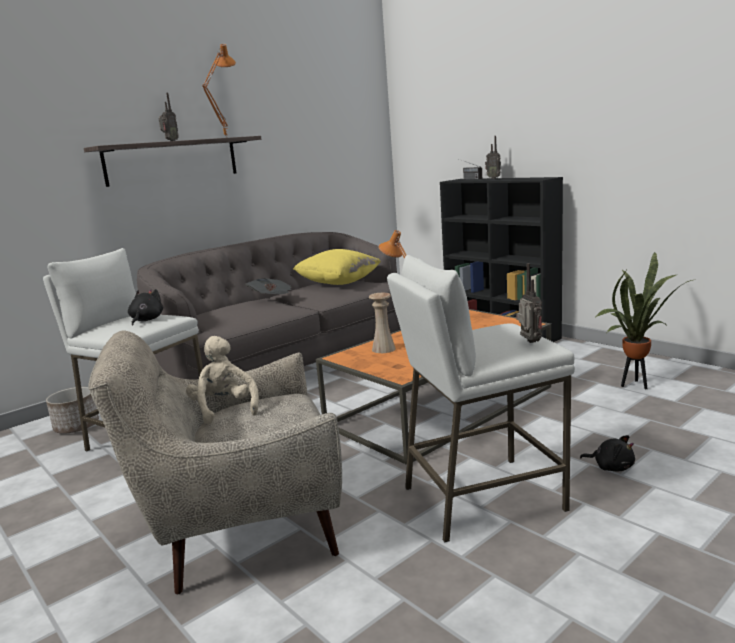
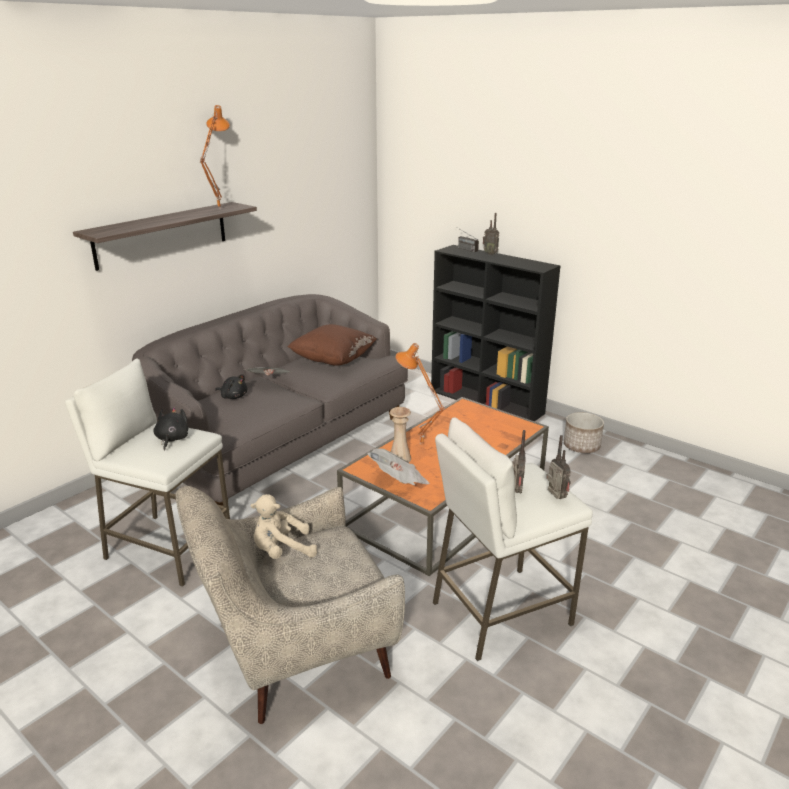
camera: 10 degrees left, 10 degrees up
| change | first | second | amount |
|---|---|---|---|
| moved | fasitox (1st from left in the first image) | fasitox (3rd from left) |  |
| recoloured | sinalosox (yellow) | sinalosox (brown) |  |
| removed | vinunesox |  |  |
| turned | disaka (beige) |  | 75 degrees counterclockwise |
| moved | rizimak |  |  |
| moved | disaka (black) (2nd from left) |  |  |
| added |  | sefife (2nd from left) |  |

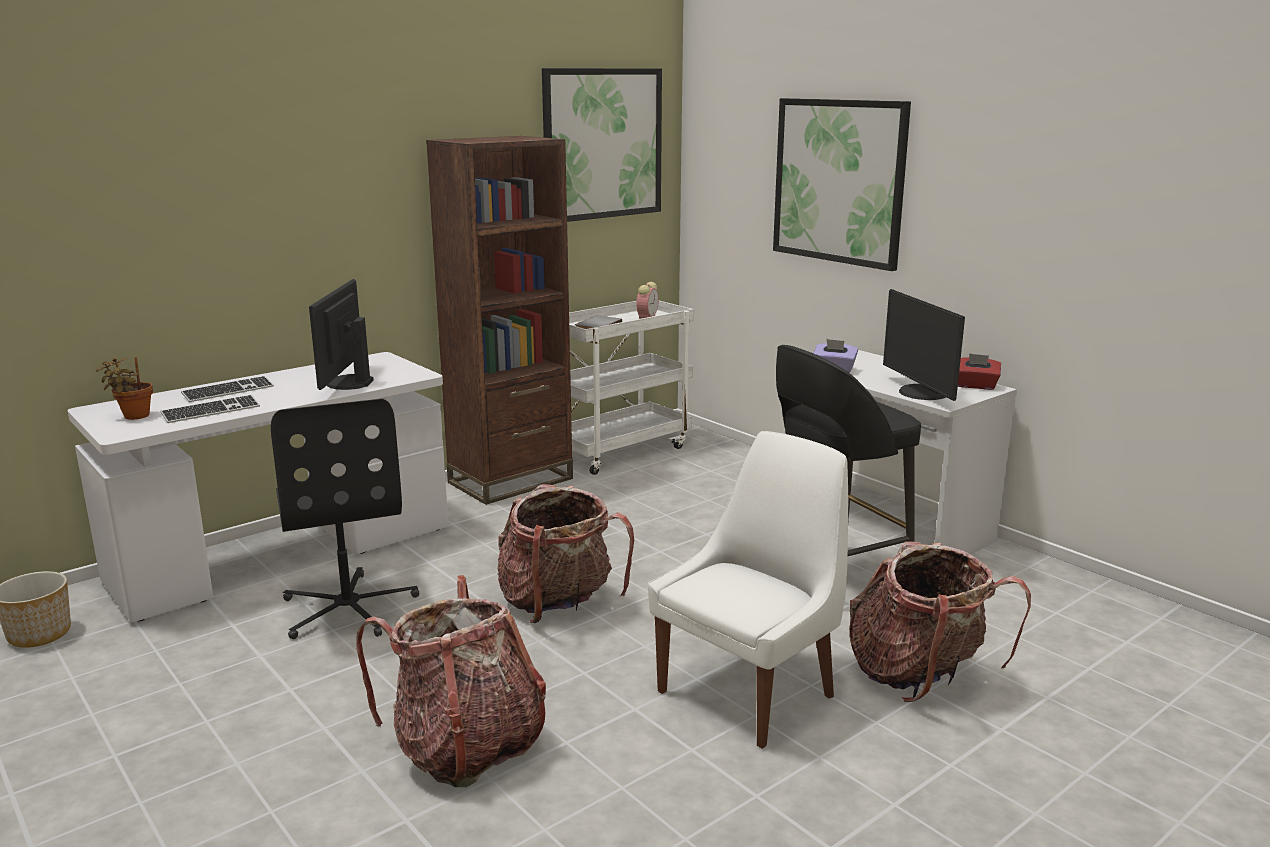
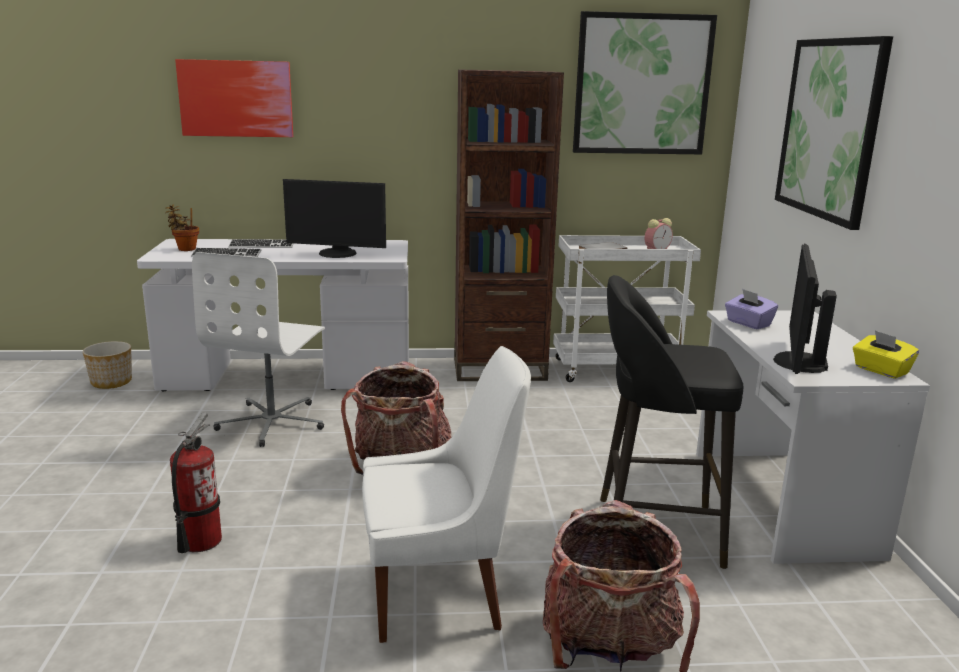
camera: 35 degrees right, 0 degrees up
| change | first | second | amount |
|---|---|---|---|
| turned | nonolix (1st from left) |  | 120 degrees counterclockwise |
| recoloured | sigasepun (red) | sigasepun (yellow) |  |
| recoloured | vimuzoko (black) | vimuzoko (white) |  |
| replaced | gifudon (1st from left) | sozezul |  |
| added |  | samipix (1st from left) |  |

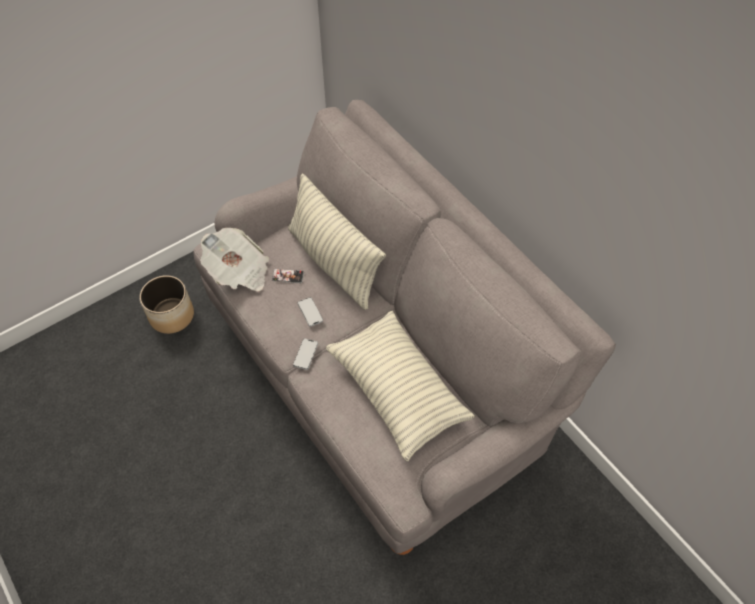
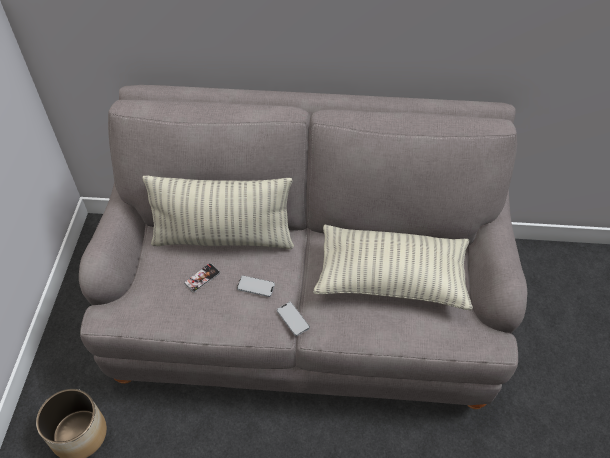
camera: 50 degrees left, 5 degrees down
| change | first | second | amount |
|---|---|---|---|
| removed | sefife |  |  |

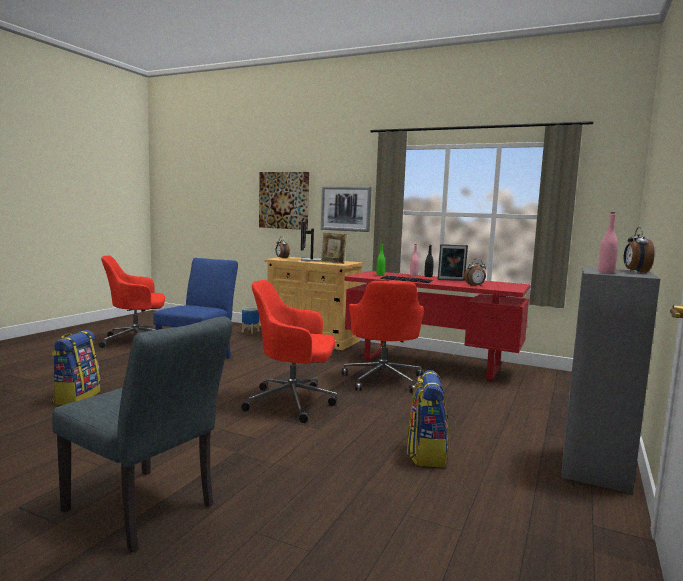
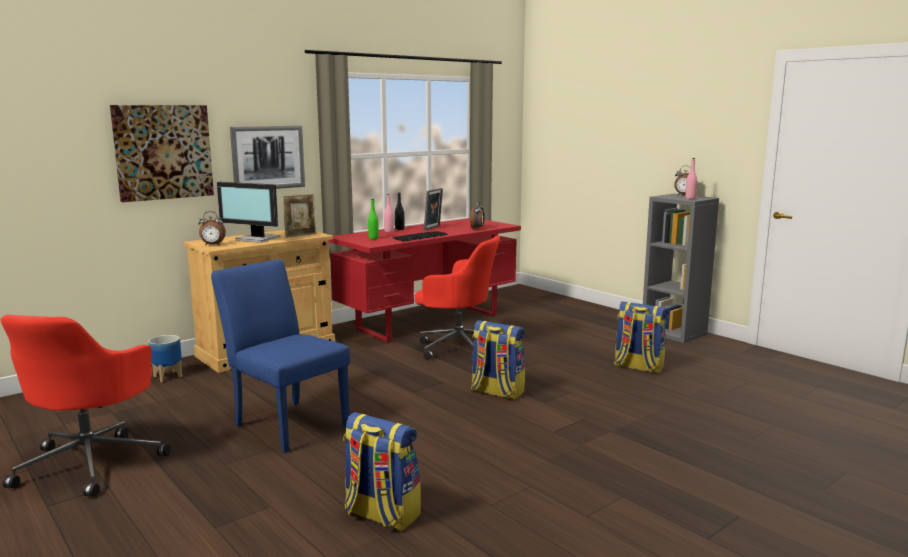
camera: 65 degrees left, 5 degrees up
| change | first | second | amount |
|---|---|---|---|
| replaced | vimuzoko (red) (2nd from left) | gifudon (2nd from left) |  |
| removed | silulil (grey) |  |  |

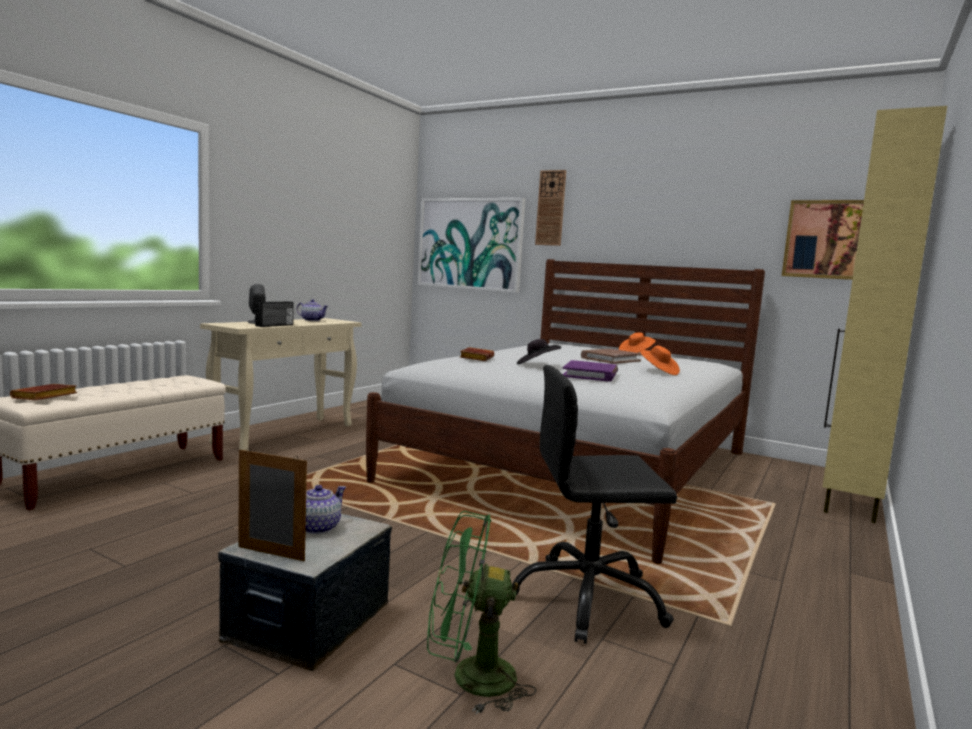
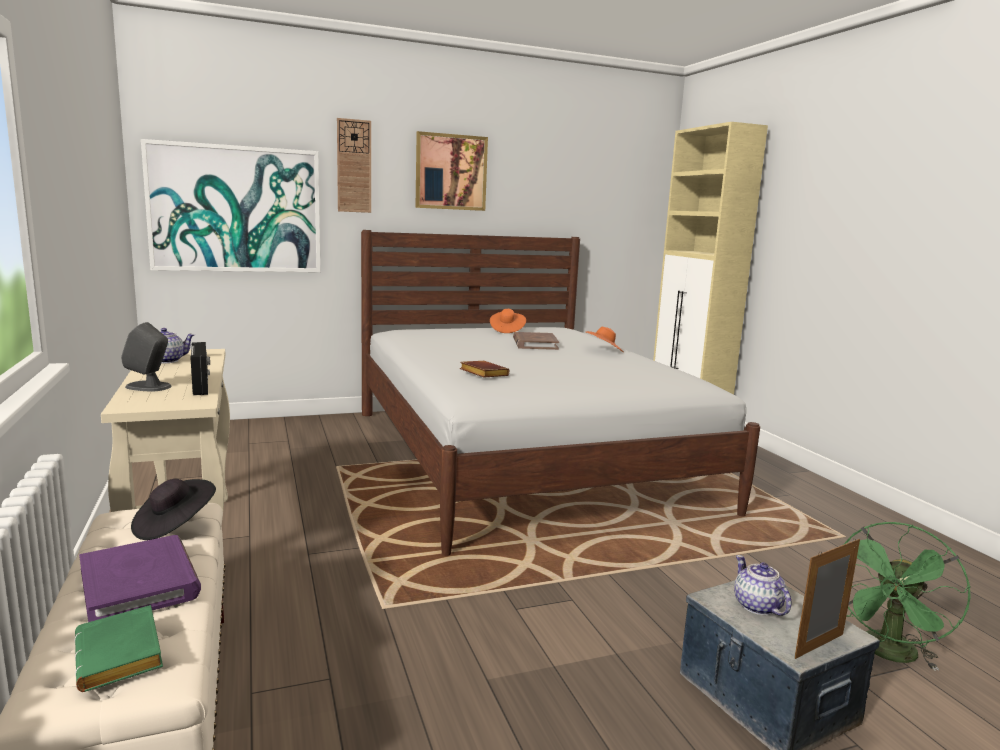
camera: 50 degrees left, 5 degrees up
| change | first | second | amount |
|---|---|---|---|
| moved | samipix (2nd from left) |  |  |
| moved | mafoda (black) |  |  |
| moved | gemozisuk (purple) |  |  |
| removed | vimuzoko (black) |  |  |
| recoloured | gemozisuk (brown) (1st from left) | gemozisuk (green) |  |

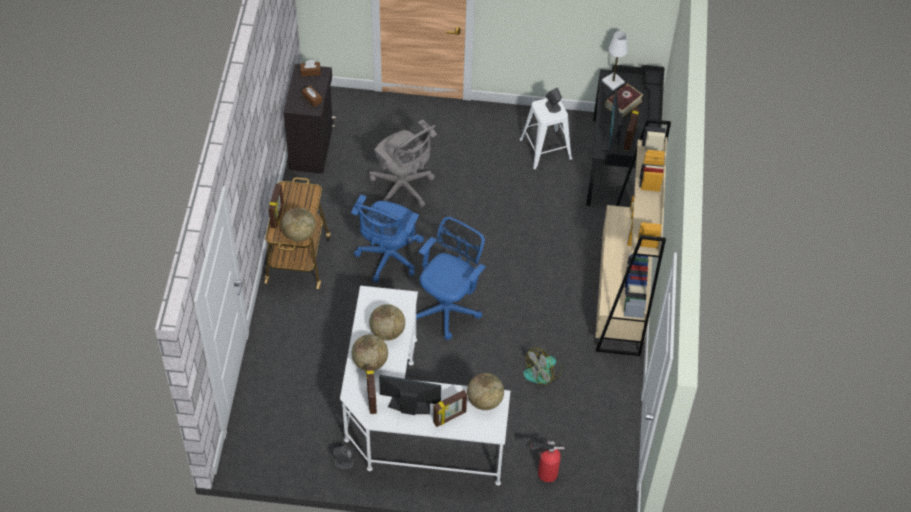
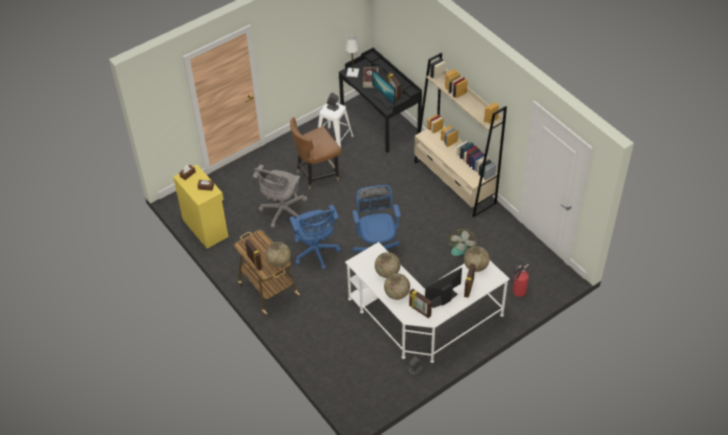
camera: 40 degrees left, 5 degrees down
| change | first | second | amount |
|---|---|---|---|
| recoloured | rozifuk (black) | rozifuk (yellow) |  |
| turned | vimuzoko (grey) |  | 105 degrees clockwise |
| added |  | silulil (brown) |  |

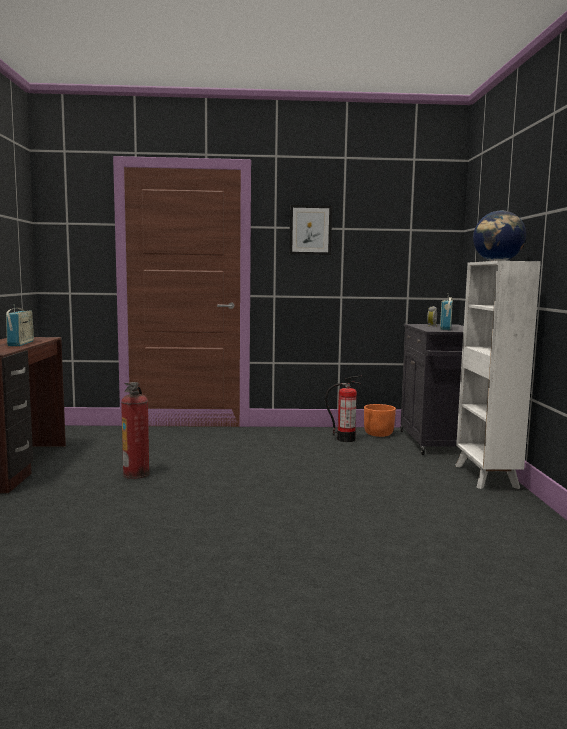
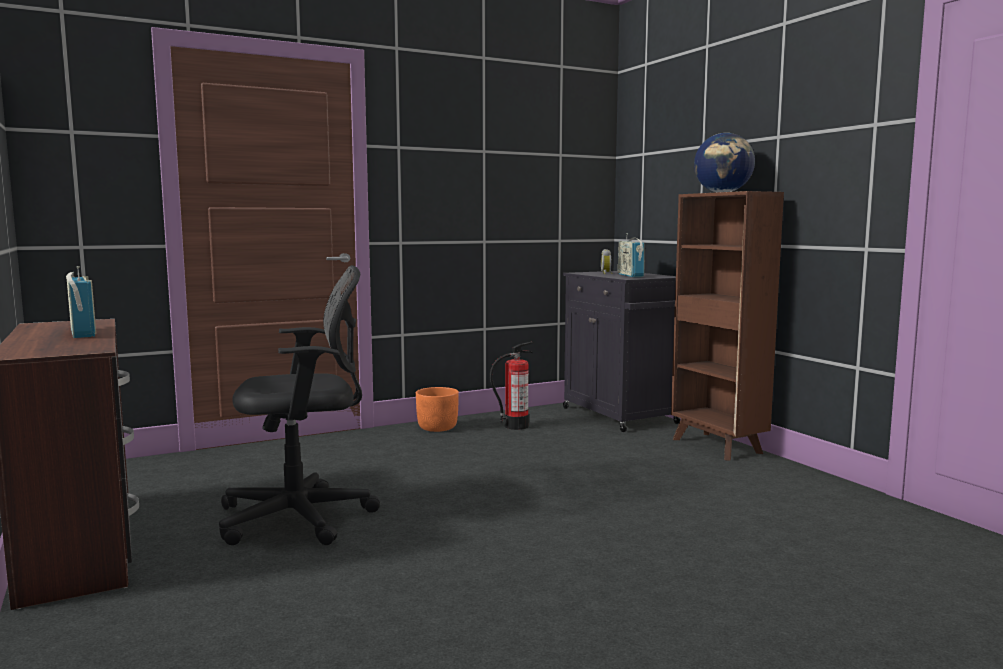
camera: 25 degrees left, 0 degrees up
| change | first | second | amount |
|---|---|---|---|
| removed | samipix |  |  |
| recoloured | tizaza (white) | tizaza (brown) |  |
| replaced | sozezul (1st from left) | vimuzoko (black) |  |
| moved | rizimak (orange) |  |  |

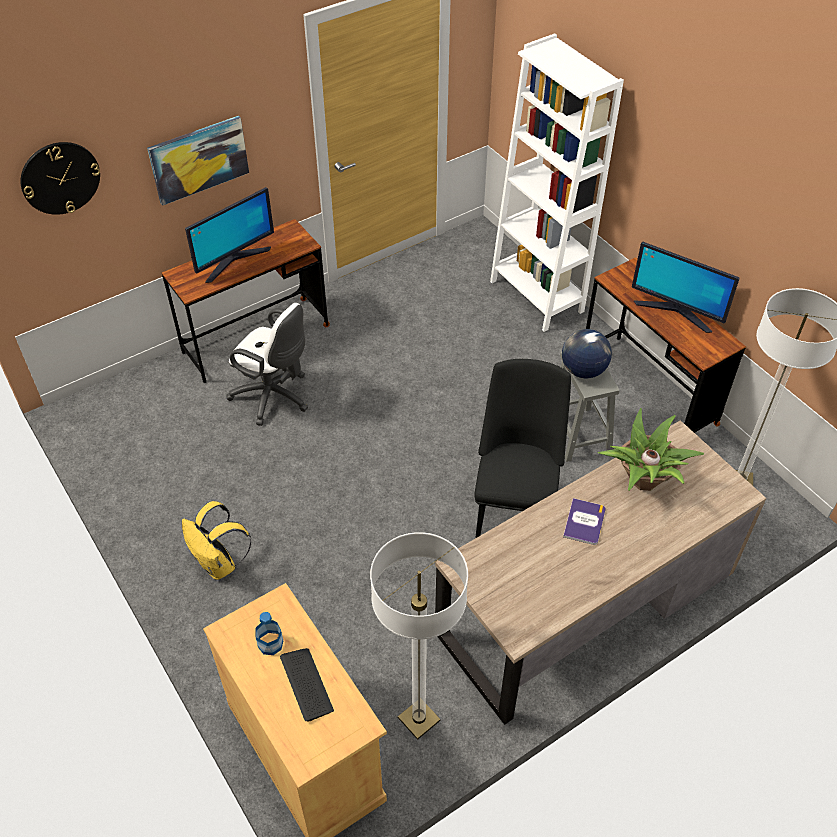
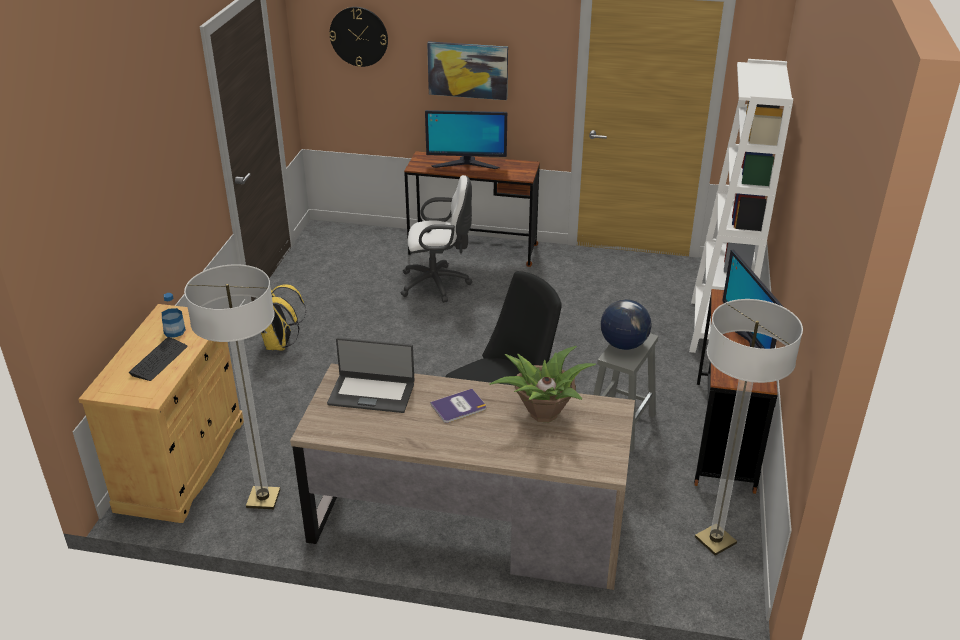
camera: 45 degrees right, 15 degrees down
| change | first | second | amount |
|---|---|---|---|
| turned | vimuzoko (white) |  | 75 degrees counterclockwise |
| added |  | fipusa |  |

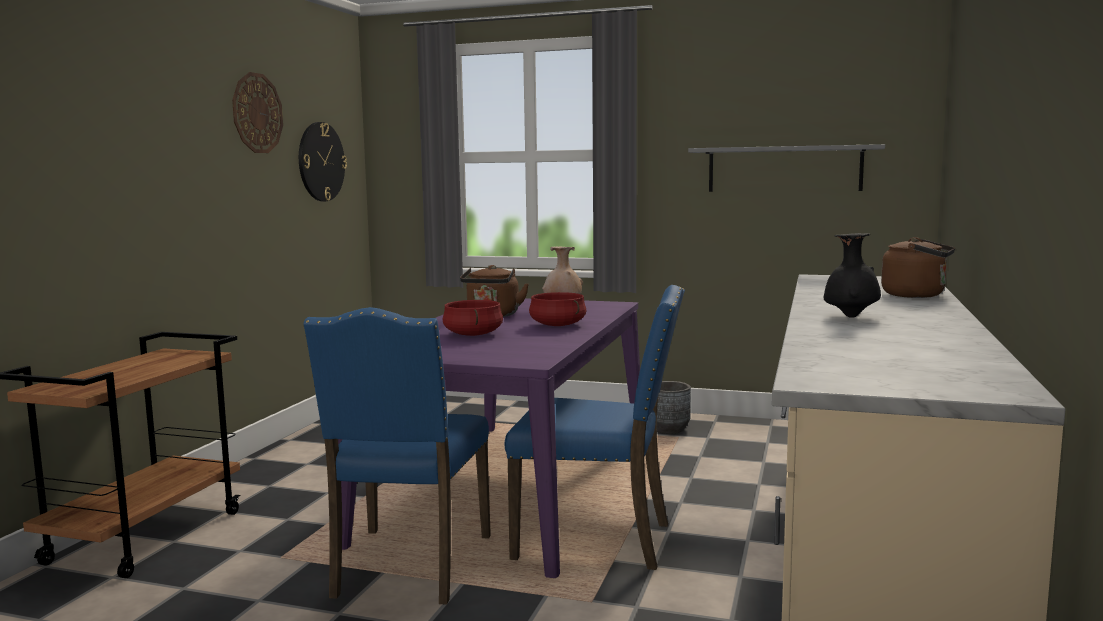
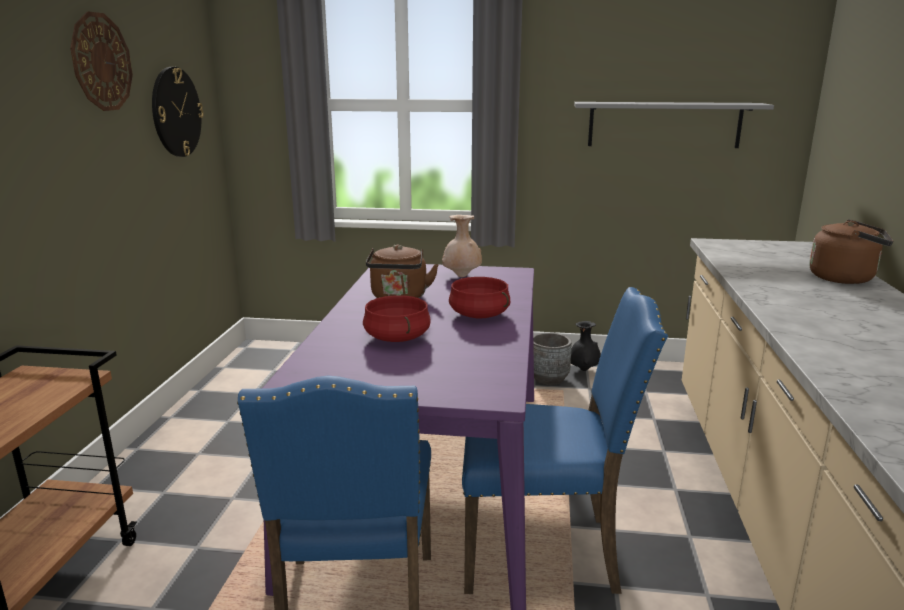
camera: 10 degrees left, 10 degrees up
| change | first | second | amount |
|---|---|---|---|
| moved | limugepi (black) |  |  |

